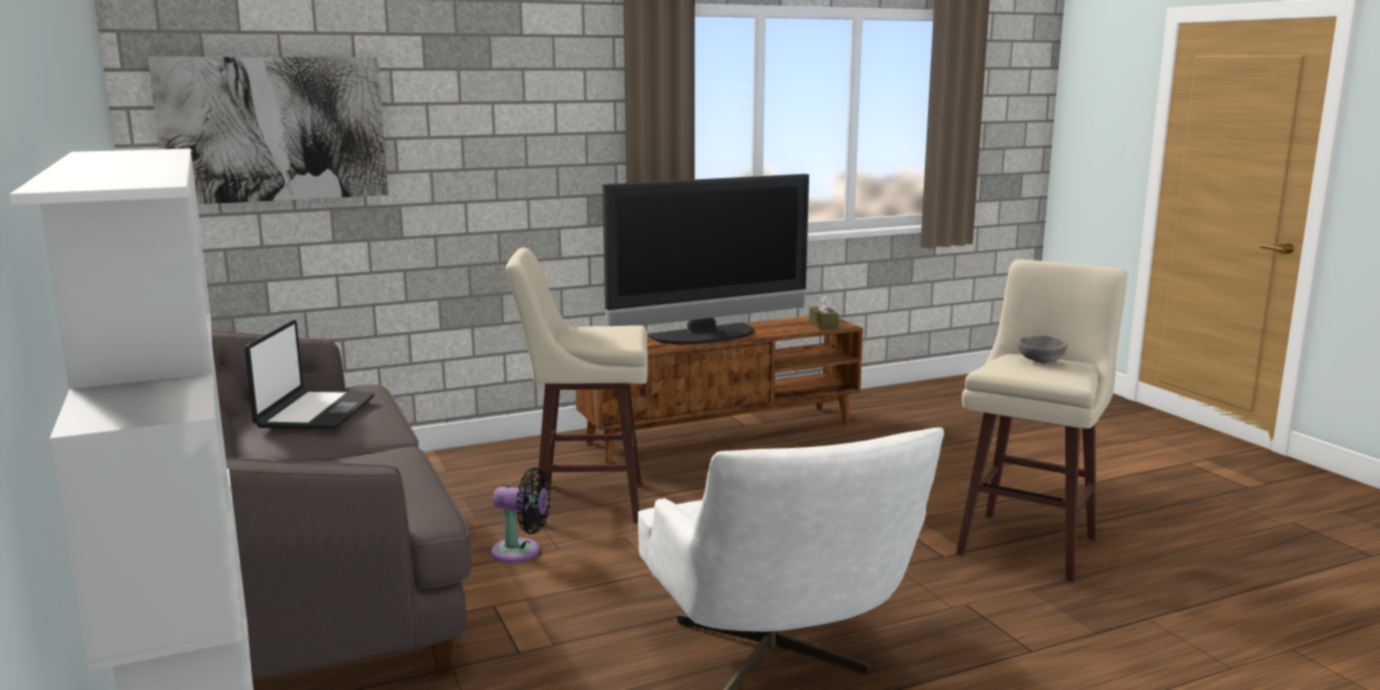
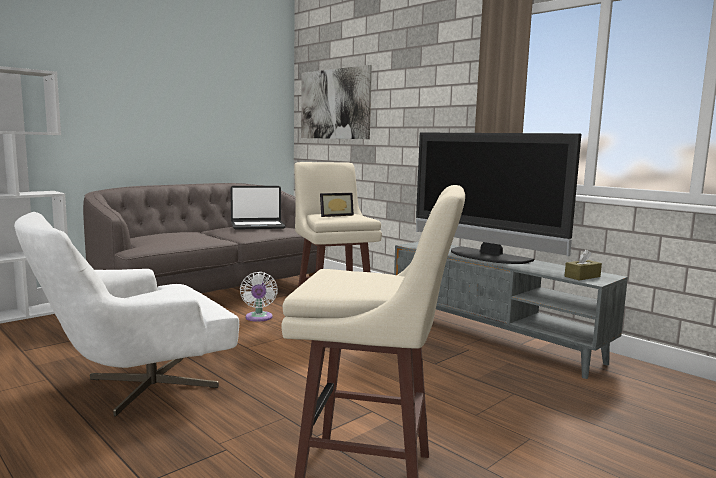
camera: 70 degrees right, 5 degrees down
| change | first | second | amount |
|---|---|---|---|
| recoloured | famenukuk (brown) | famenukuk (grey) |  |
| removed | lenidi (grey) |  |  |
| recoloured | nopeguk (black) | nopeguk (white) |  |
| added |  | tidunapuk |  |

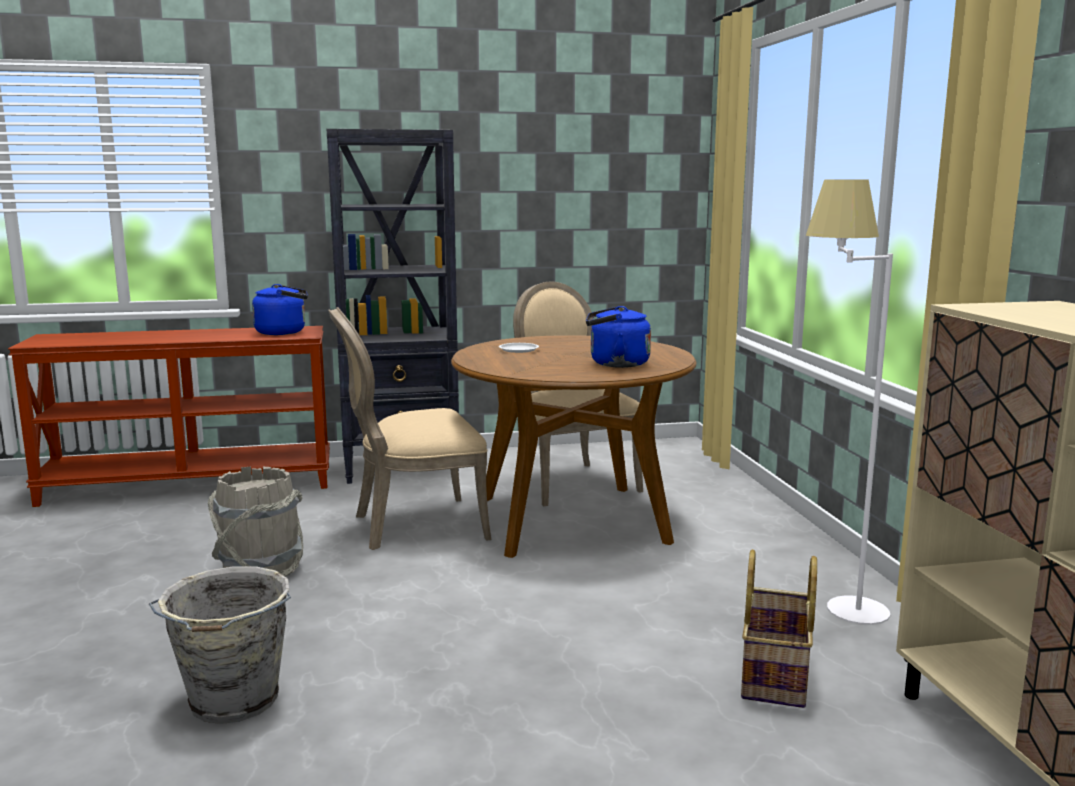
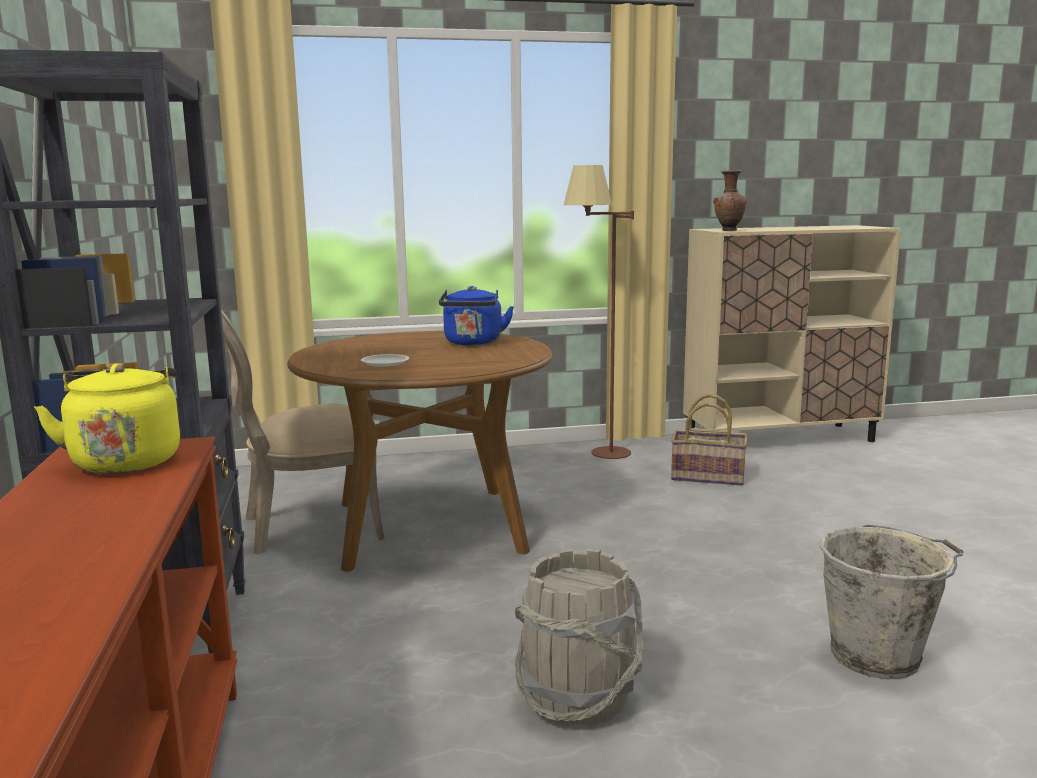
camera: 90 degrees left, 0 degrees up
| change | first | second | amount |
|---|---|---|---|
| recoloured | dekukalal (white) | dekukalal (brown) |  |
| recoloured | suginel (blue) (1st from left) | suginel (yellow) |  |
| removed | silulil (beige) (1st from left) |  |  |
| added |  | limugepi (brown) |  |

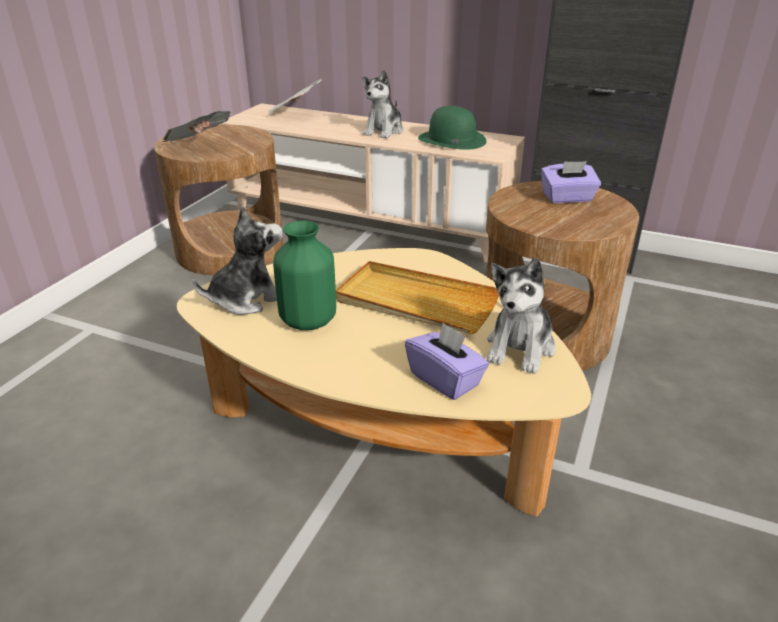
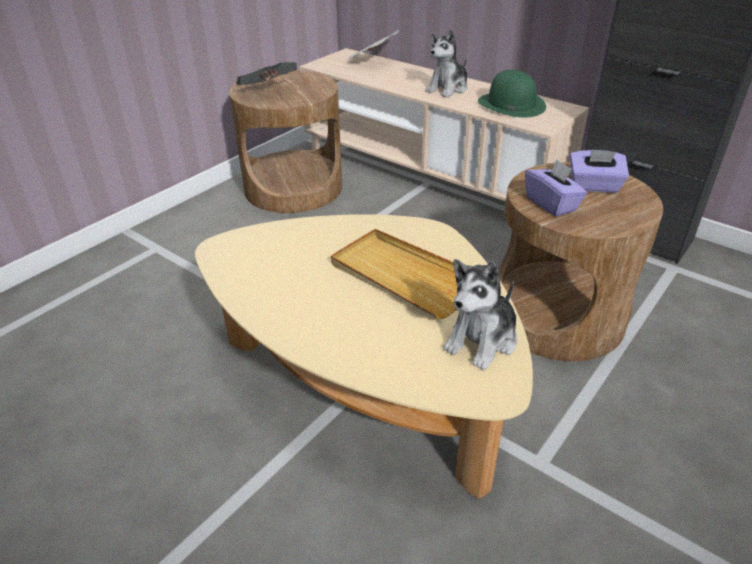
camera: 15 degrees right, 5 degrees up
| change | first | second | amount |
|---|---|---|---|
| removed | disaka (1st from left) |  |  |
| removed | limugepi (green) |  |  |
| moved | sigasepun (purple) (1st from left) |  |  |

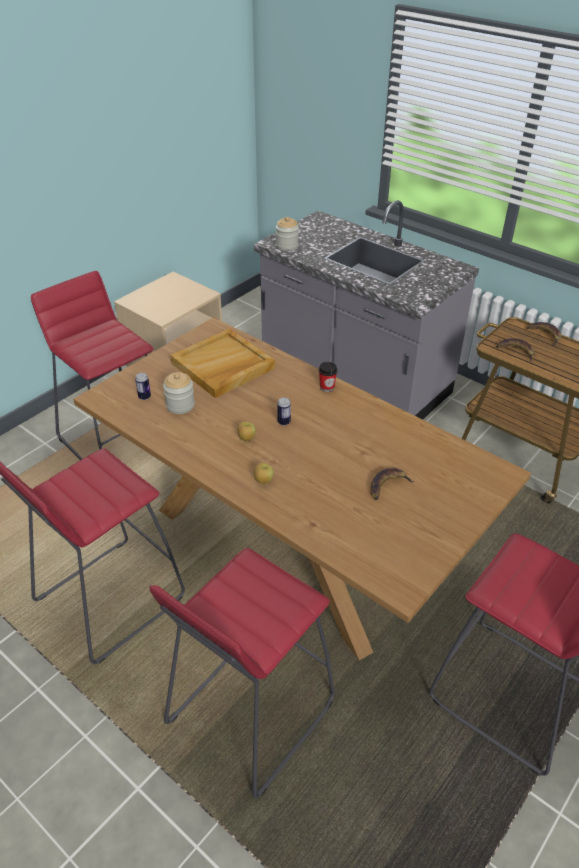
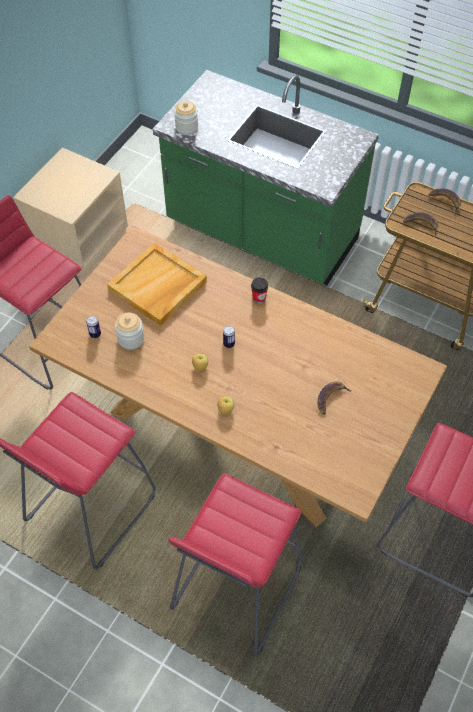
camera: 10 degrees left, 15 degrees up
| change | first | second | amount |
|---|---|---|---|
| recoloured | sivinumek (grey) | sivinumek (green) |  |

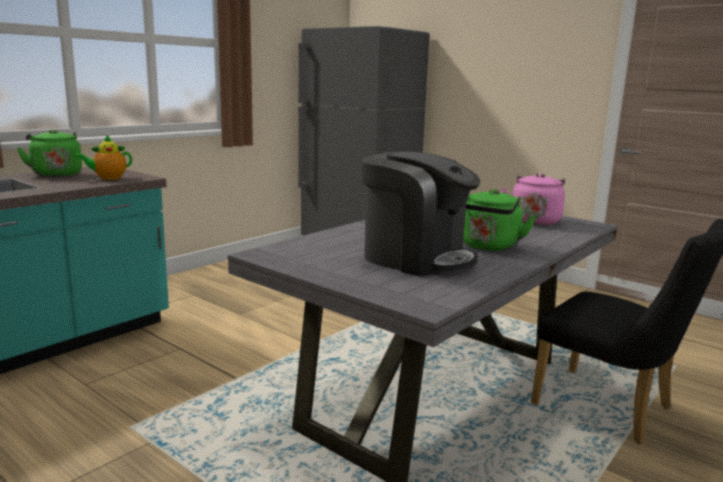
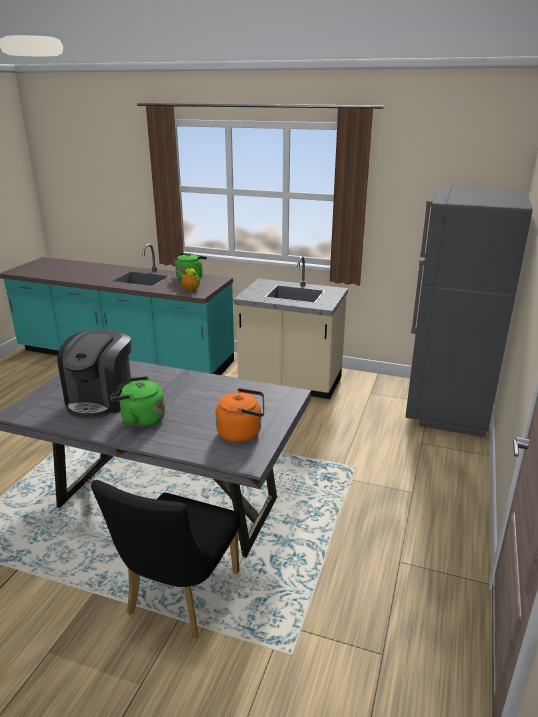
camera: 70 degrees right, 10 degrees up
| change | first | second | amount |
|---|---|---|---|
| recoloured | suginel (pink) | suginel (orange) |  |
| added |  | sivinumek (beige) |  |

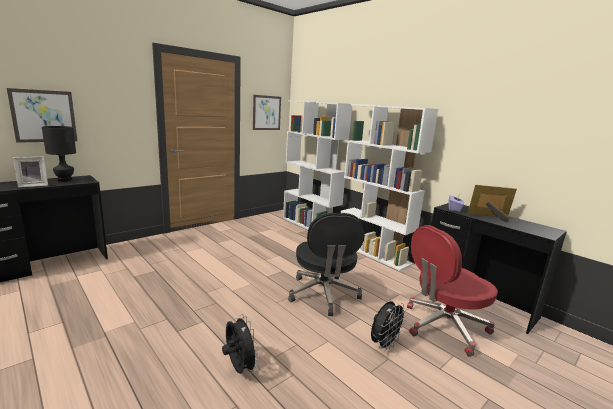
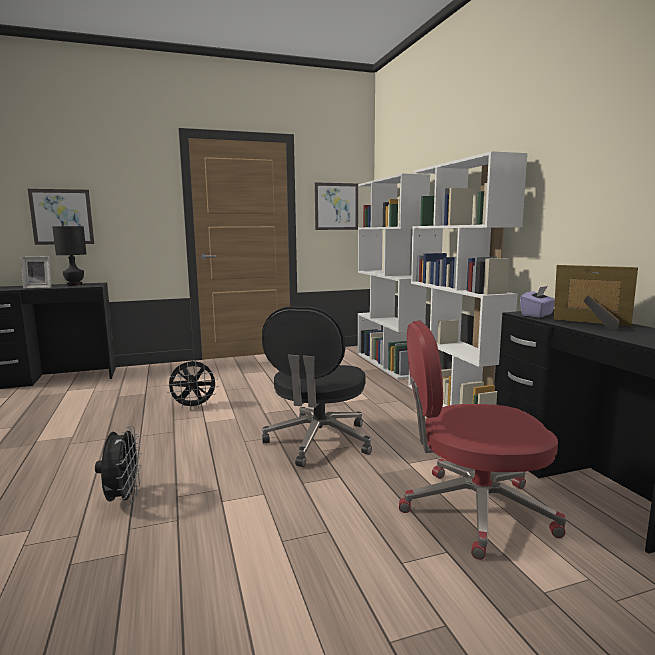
camera: 25 degrees right, 5 degrees down
| change | first | second | amount |
|---|---|---|---|
| moved | nopeguk (black) (2nd from left) |  |  |

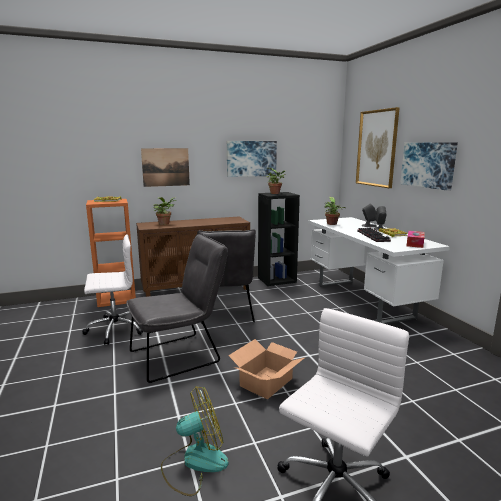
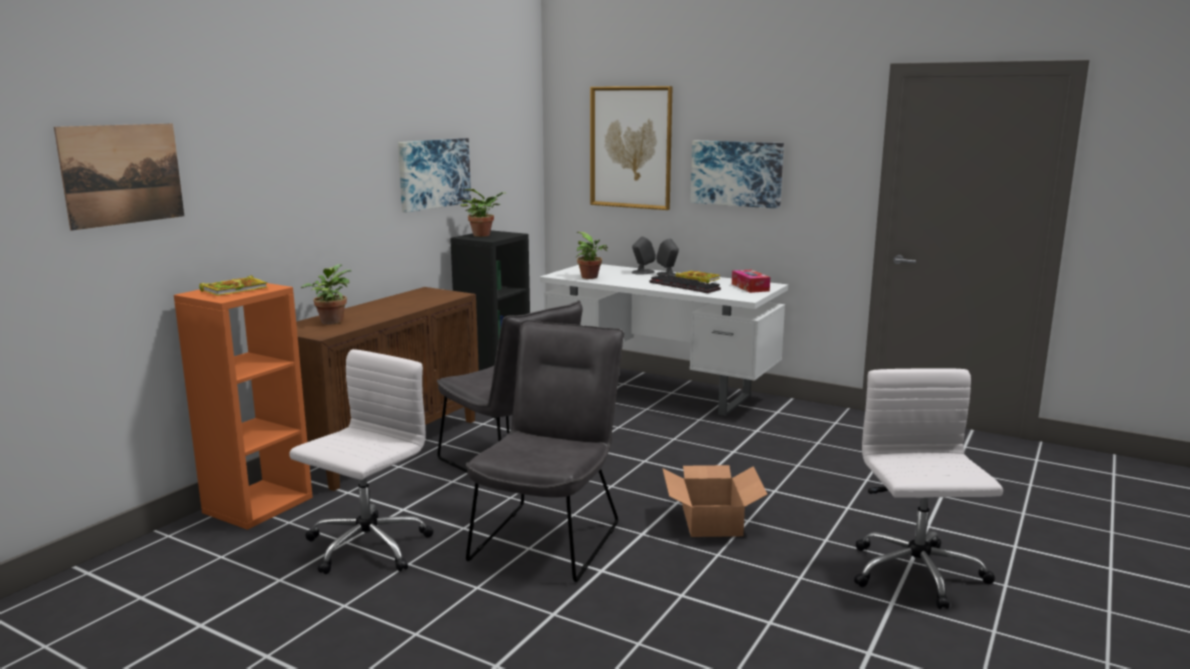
camera: 40 degrees left, 0 degrees up
| change | first | second | amount |
|---|---|---|---|
| moved | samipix (1st from left) |  |  |
| removed | nopeguk |  |  |

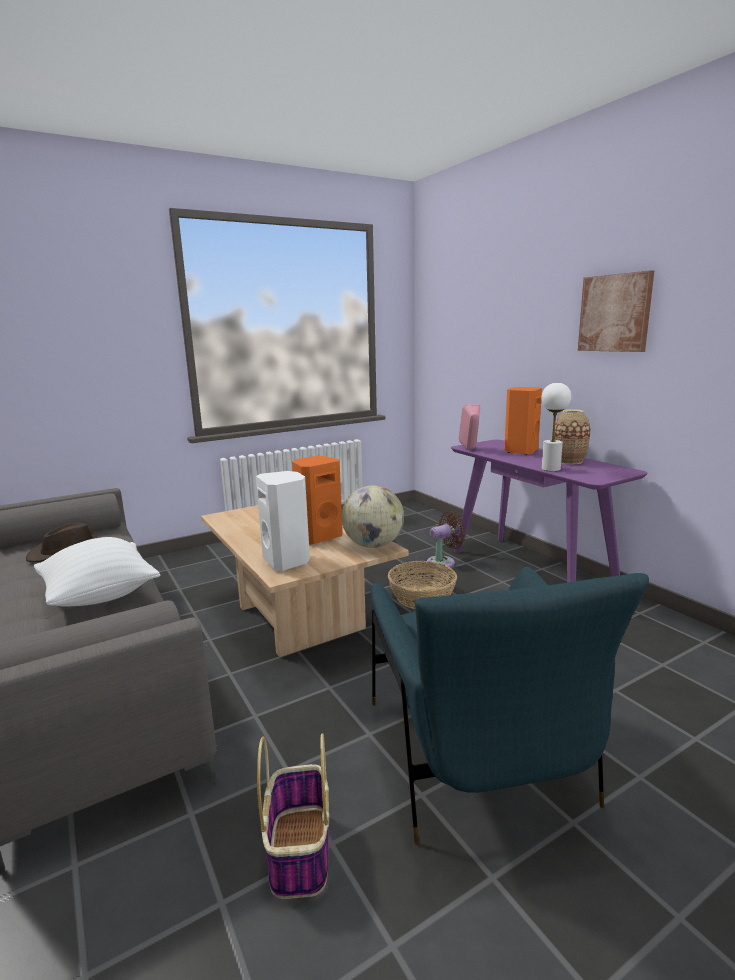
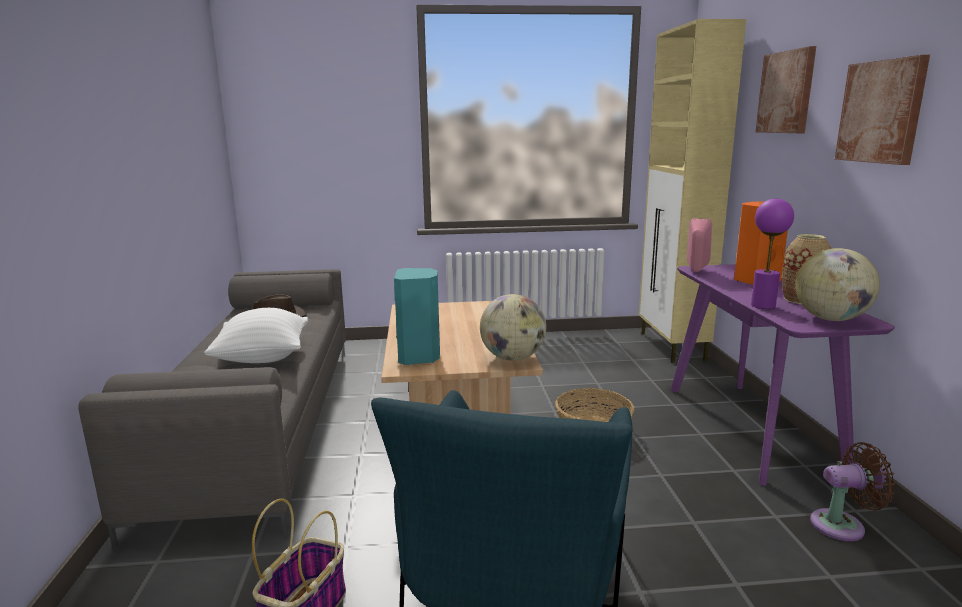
camera: 25 degrees right, 0 degrees up
| change | first | second | amount |
|---|---|---|---|
| recoloured | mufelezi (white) | mufelezi (purple) |  |
| removed | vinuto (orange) (1st from left) |  |  |
| recoloured | vinuto (white) | vinuto (turquoise) |  |
| moved | nopeguk (brown) |  |  |
| added |  | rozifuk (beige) |  |
| added |  | samipix (1st from left) |  |
| added |  | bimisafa (2nd from left) |  |

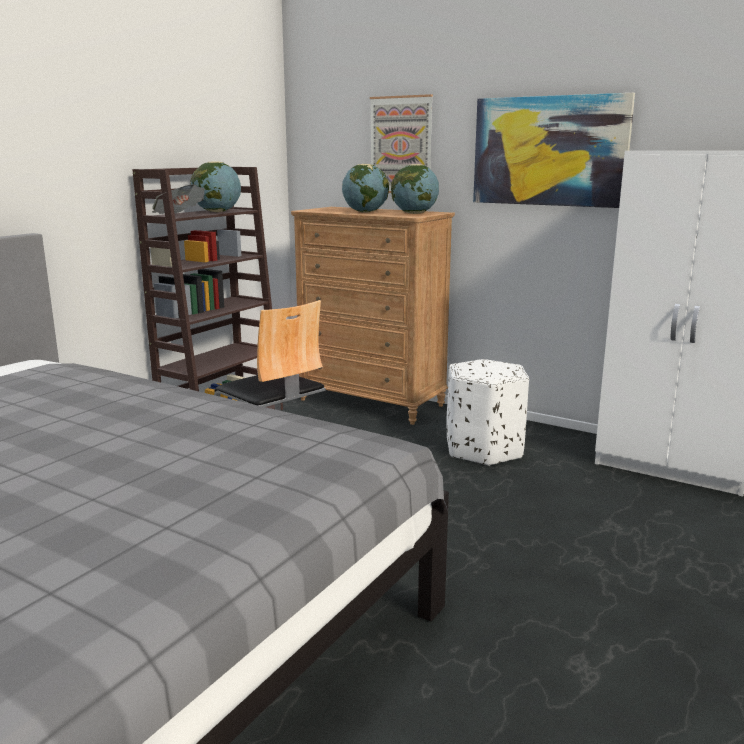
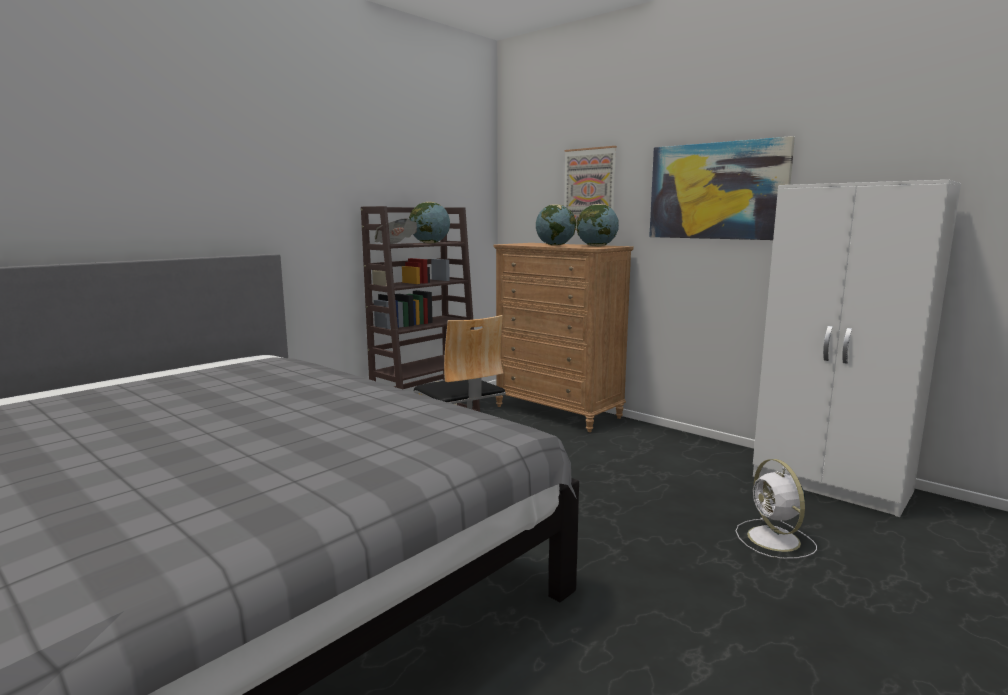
camera: 10 degrees right, 5 degrees down
| change | first | second | amount |
|---|---|---|---|
| removed | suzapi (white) |  |  |
| added |  | nopeguk (white) |  |

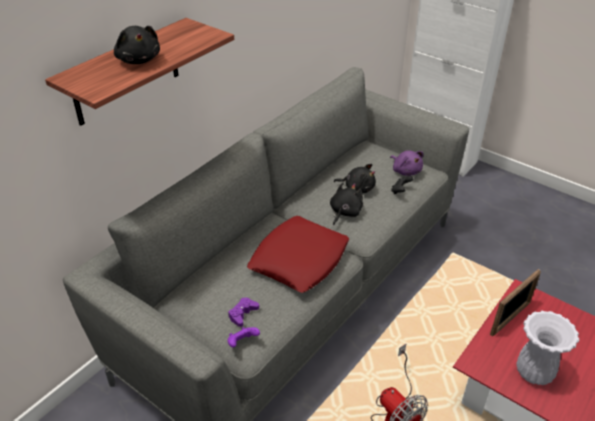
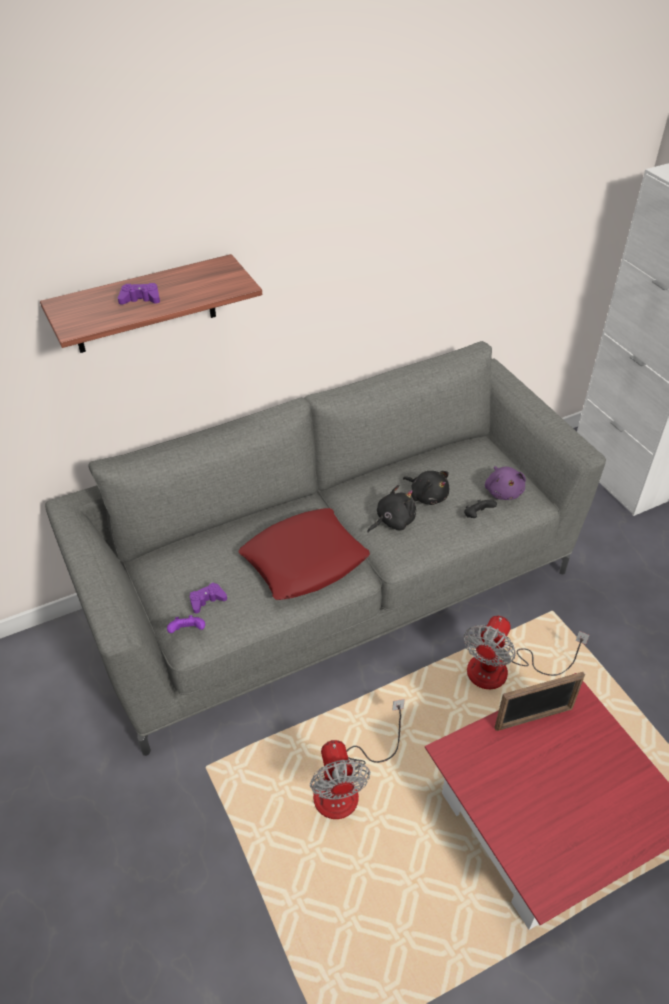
camera: 25 degrees right, 5 degrees up
| change | first | second | amount |
|---|---|---|---|
| replaced | disaka (black) (1st from left) | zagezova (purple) (1st from left) |  |
| removed | limugepi (white) |  |  |
| added |  | nopeguk (2nd from left) |  |

